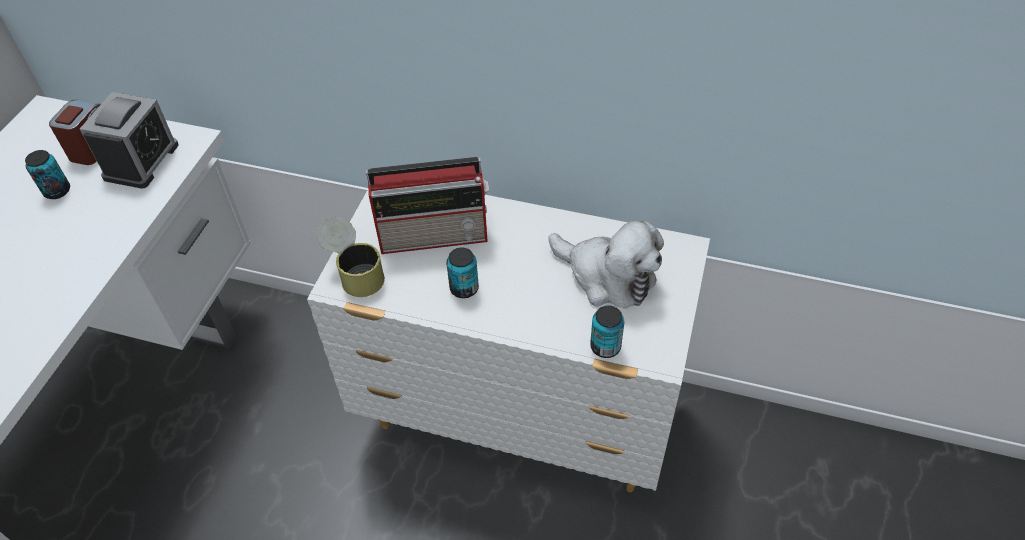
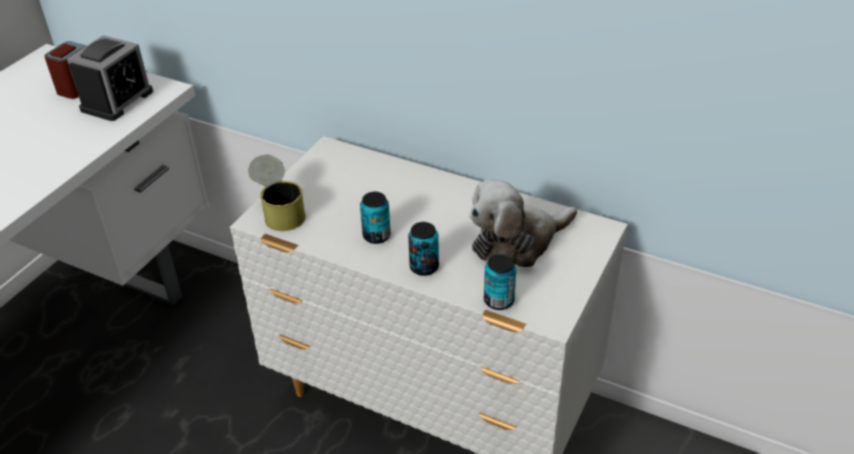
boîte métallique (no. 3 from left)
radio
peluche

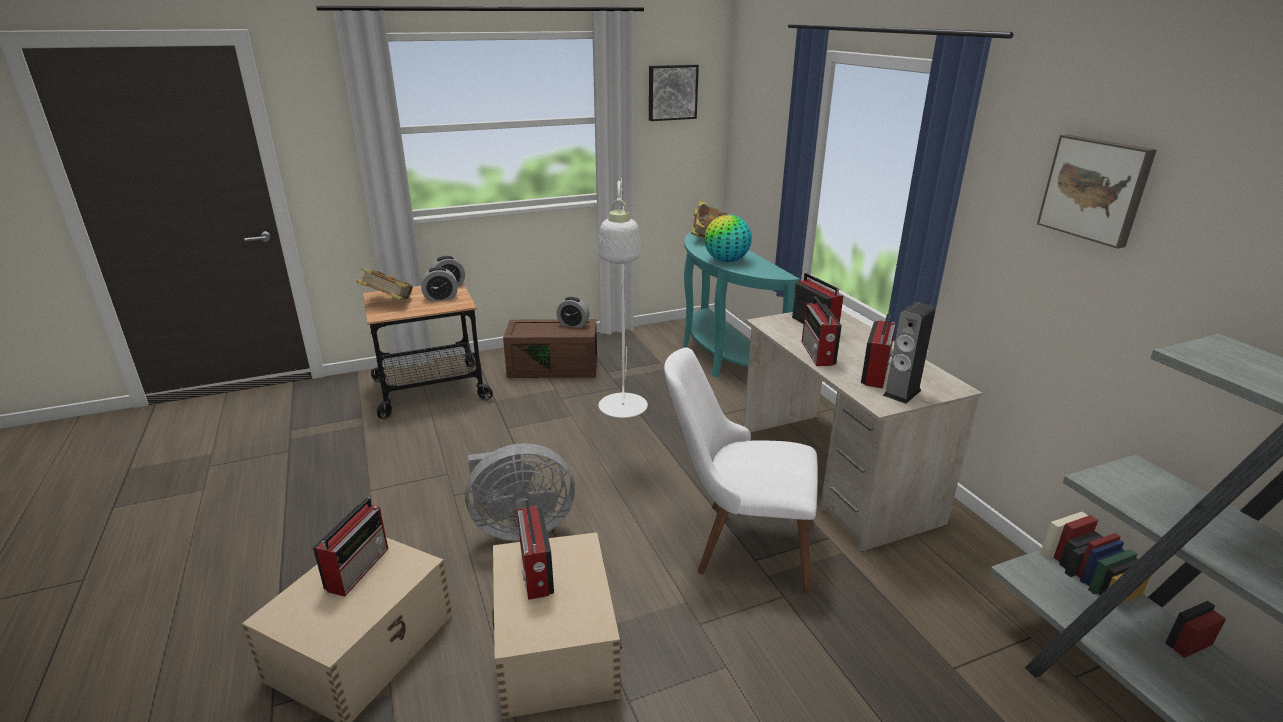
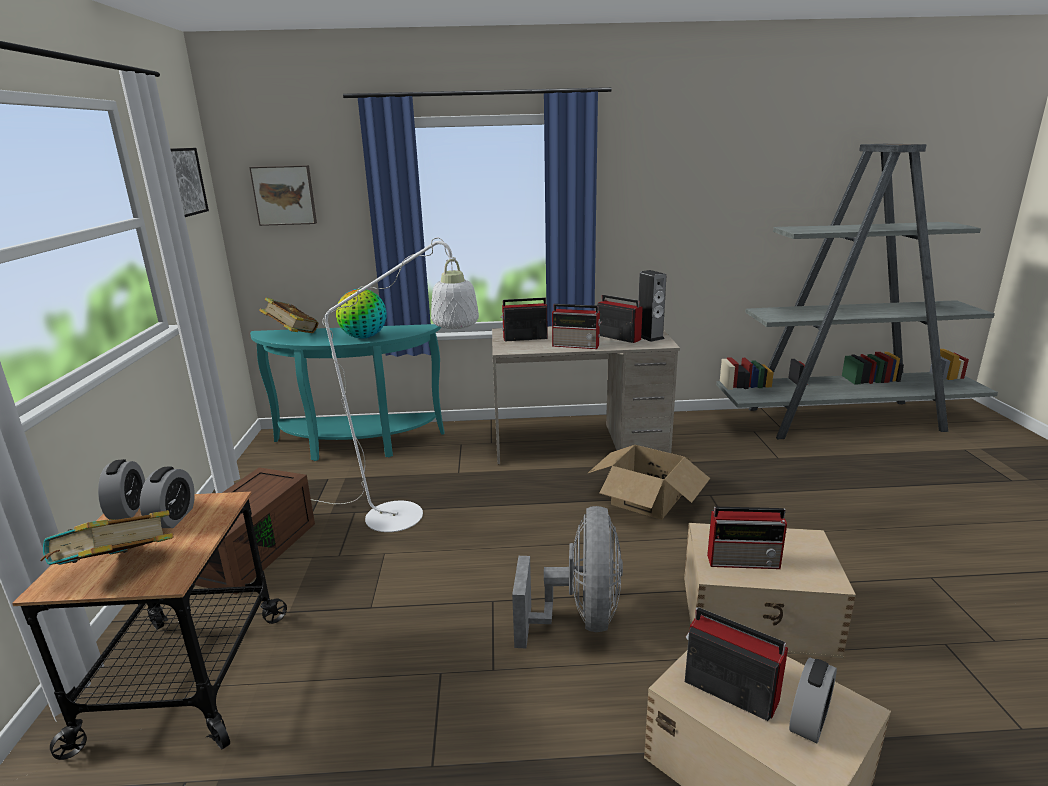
tableau (no. 2 from left)
réveil (no. 3 from left)
carton

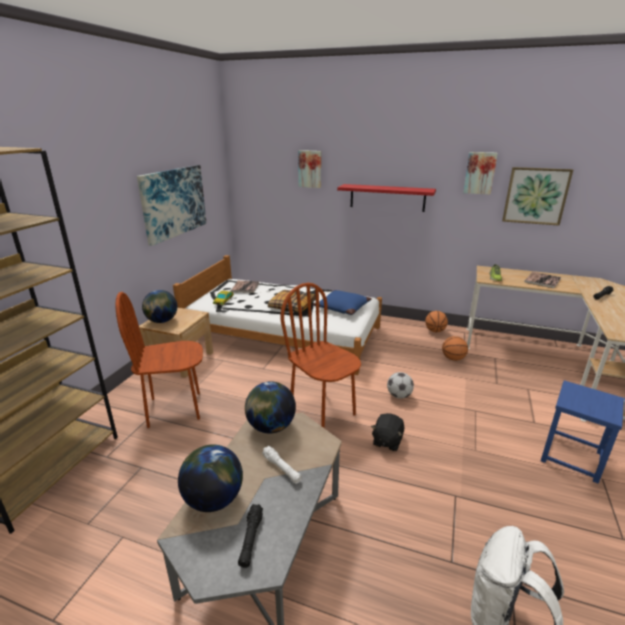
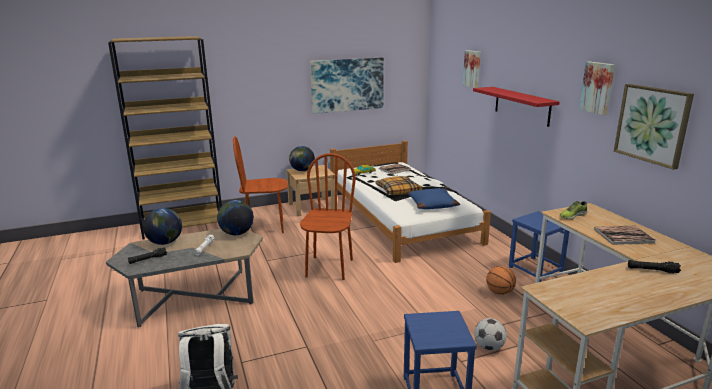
chaise (marron) (no. 1 from left)
tabouret (bleu) (no. 2 from left)
ballon de foot
peluche (noir)

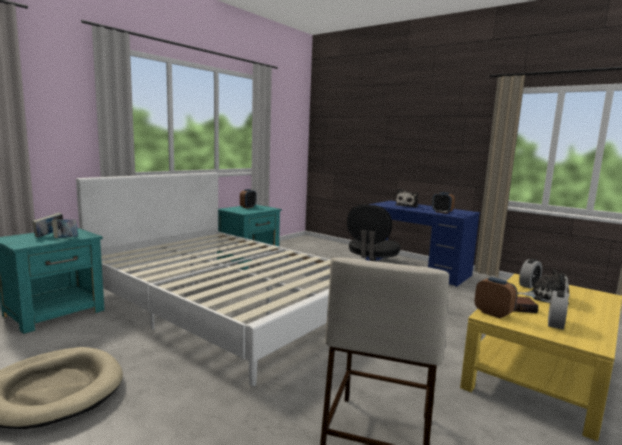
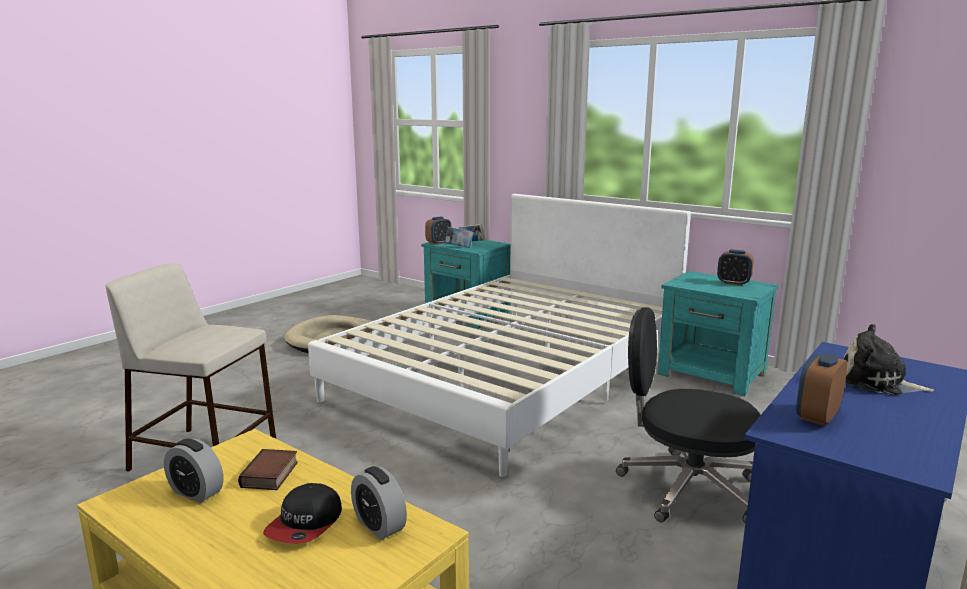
casquette
réveil (no. 3 from left)

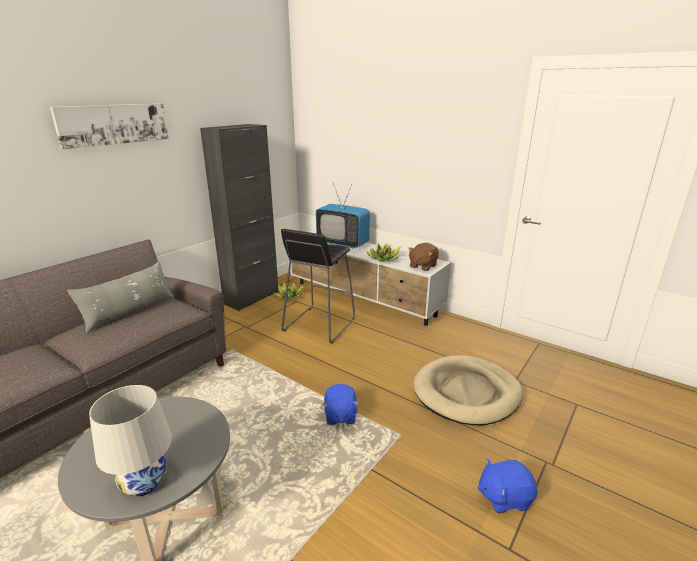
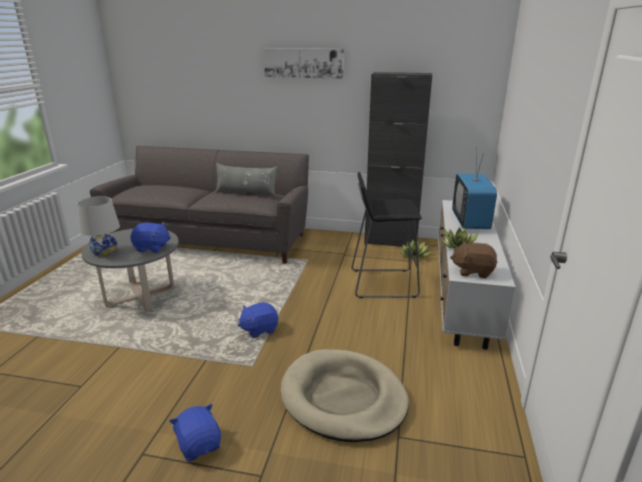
peluche (bleu) (no. 1 from left)

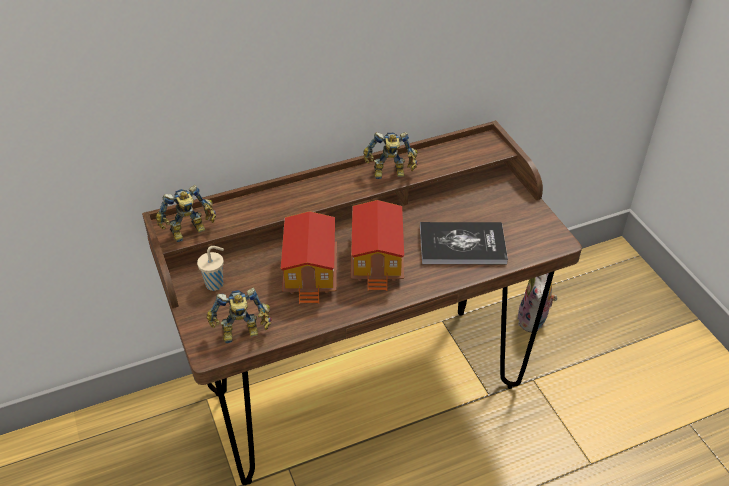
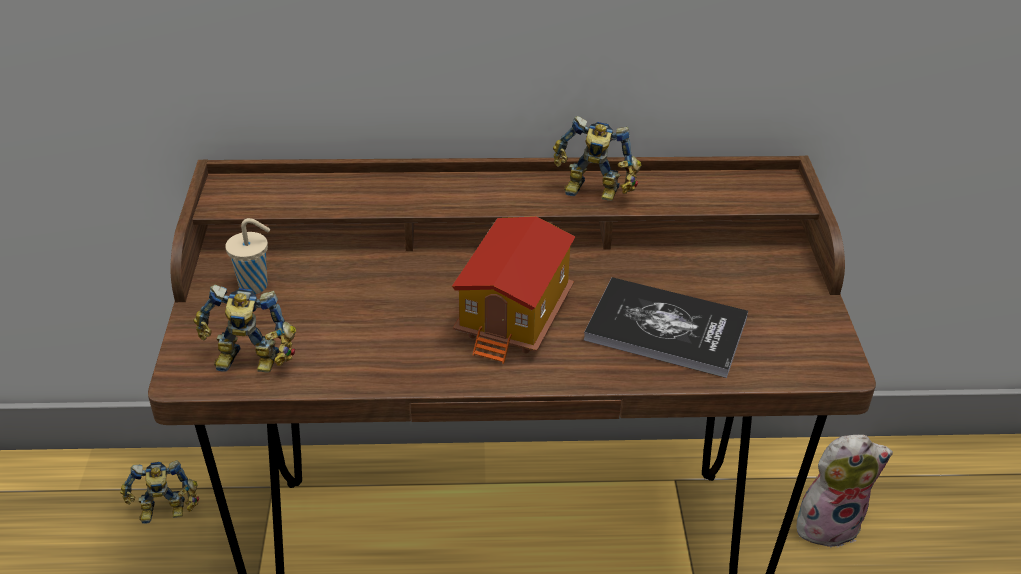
robot jouet (no. 1 from left)
maison miniature (no. 1 from left in the first image)
peluche

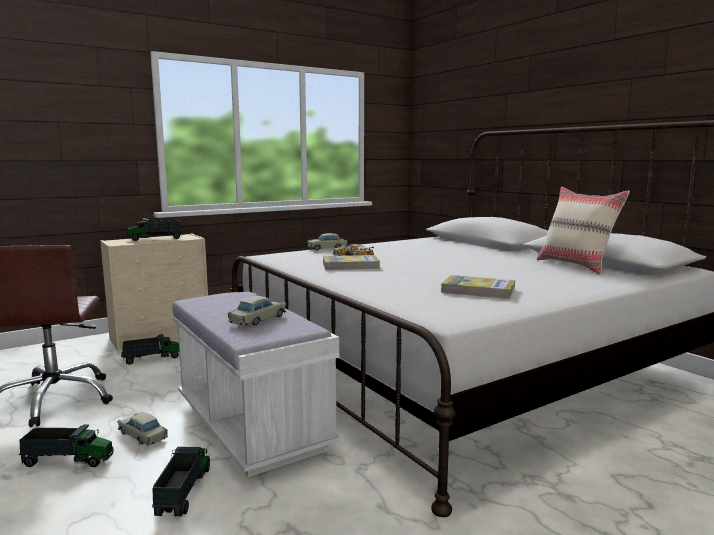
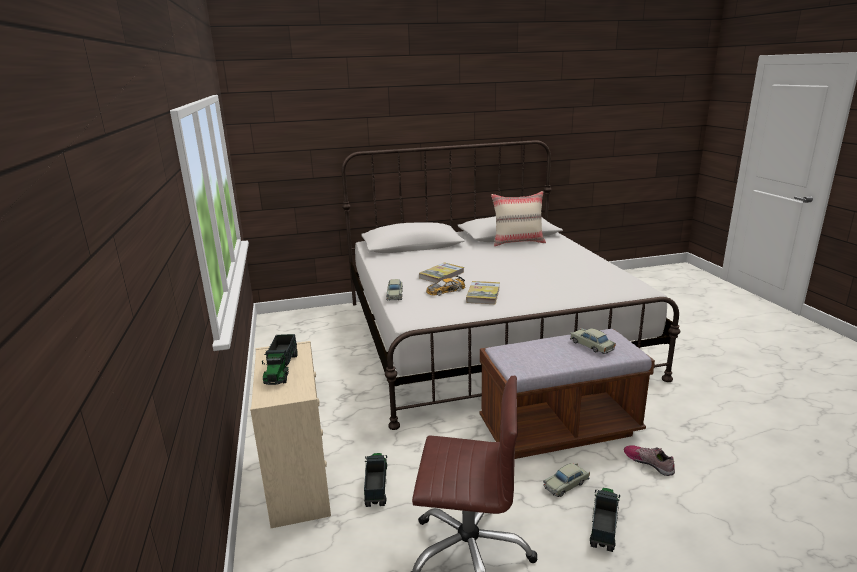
livre (no. 1 from left)
banc (marron)
chaussure

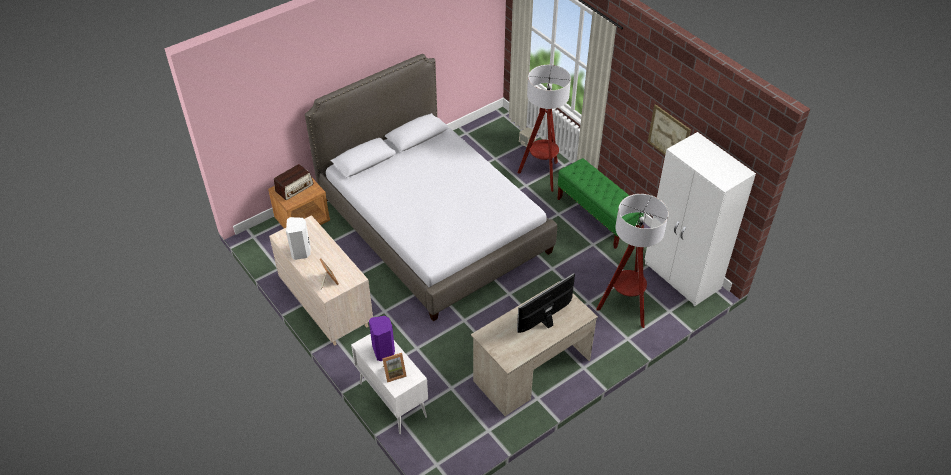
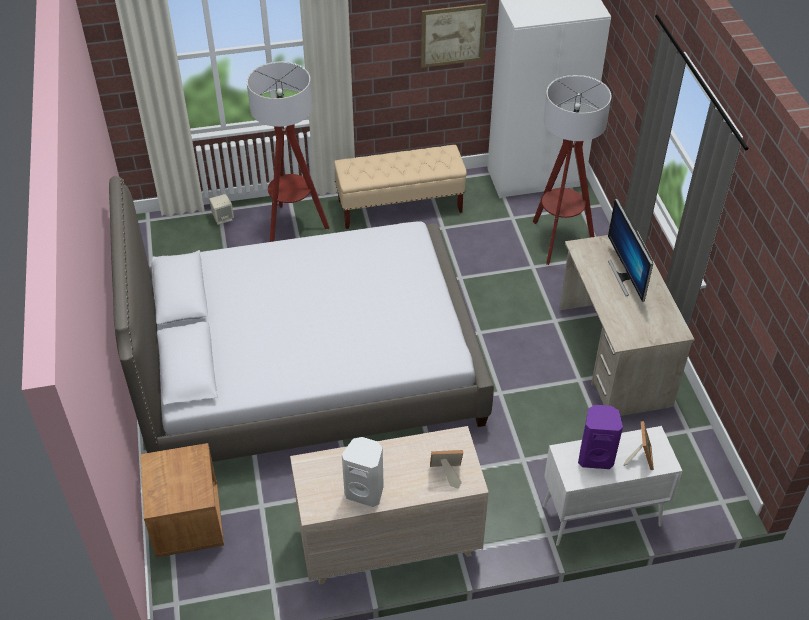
banc (beige)
radio

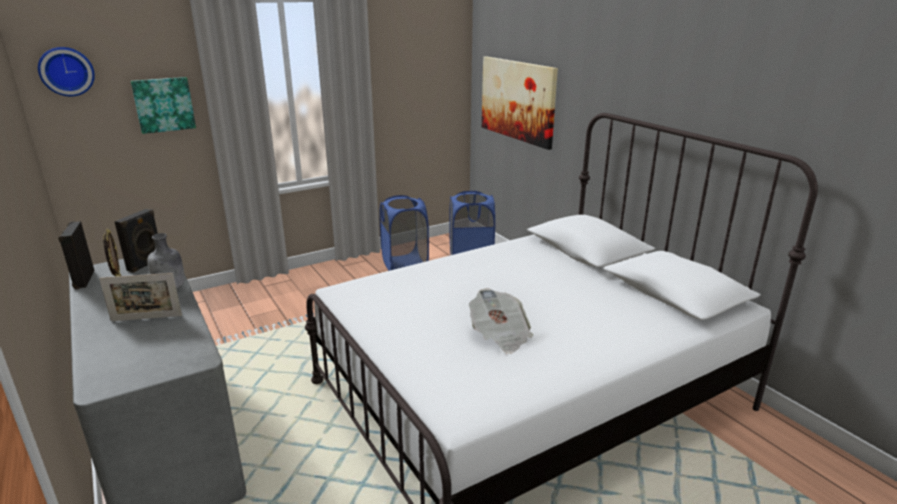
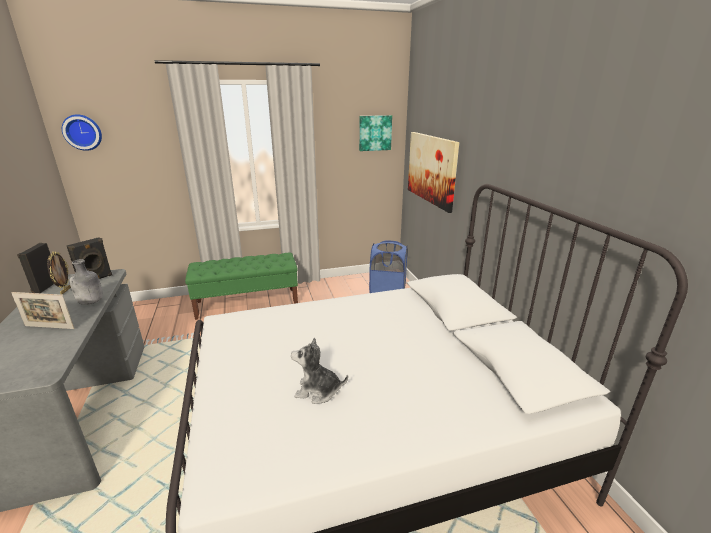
tableau (no. 1 from left)
panier à linge (bleu) (no. 1 from left in the first image)
peluche
banc (vert)

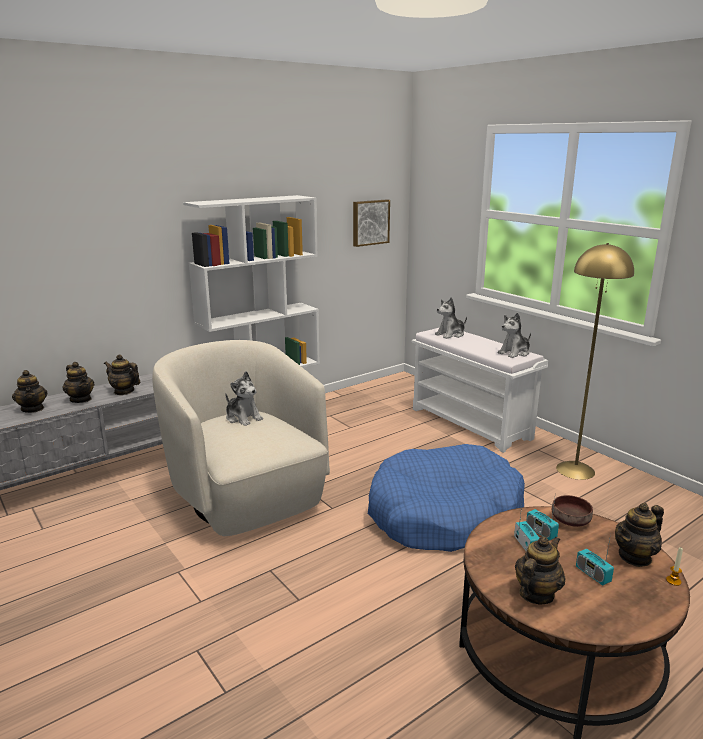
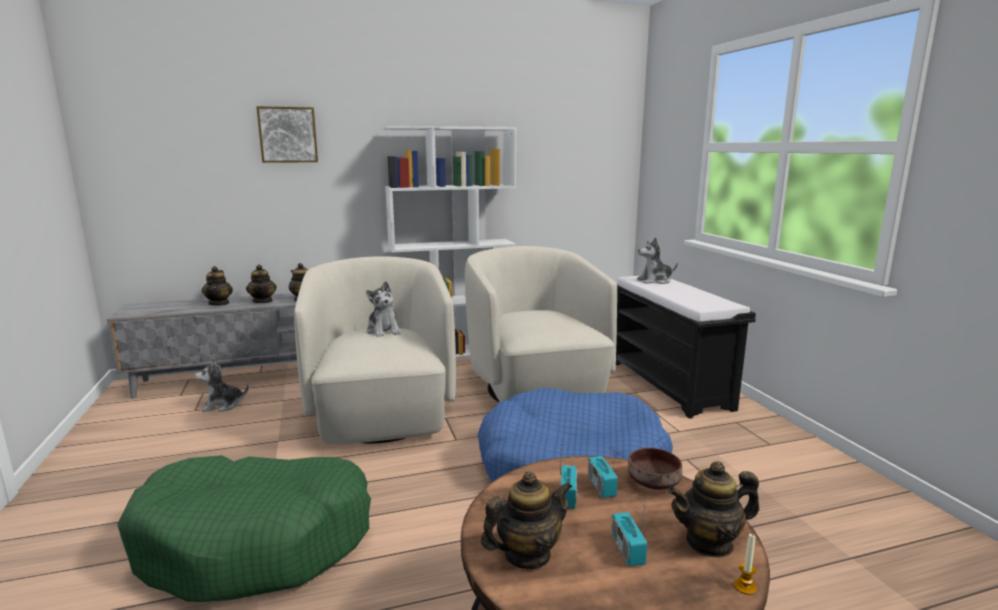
tableau
lampadaire (jaune)
peluche (no. 1 from left)
banc (noir)
fauteuil (beige) (no. 2 from left)
panier pour chien (vert)

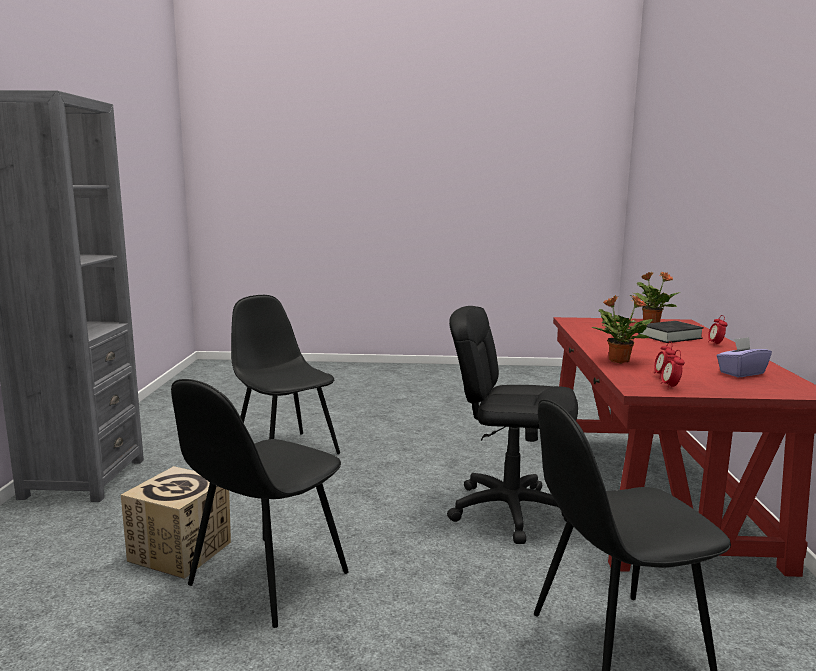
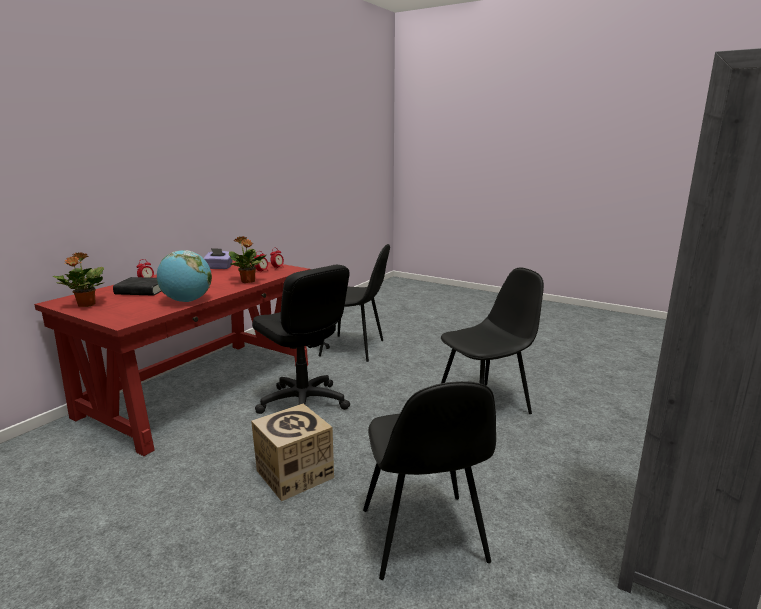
carton
globe

